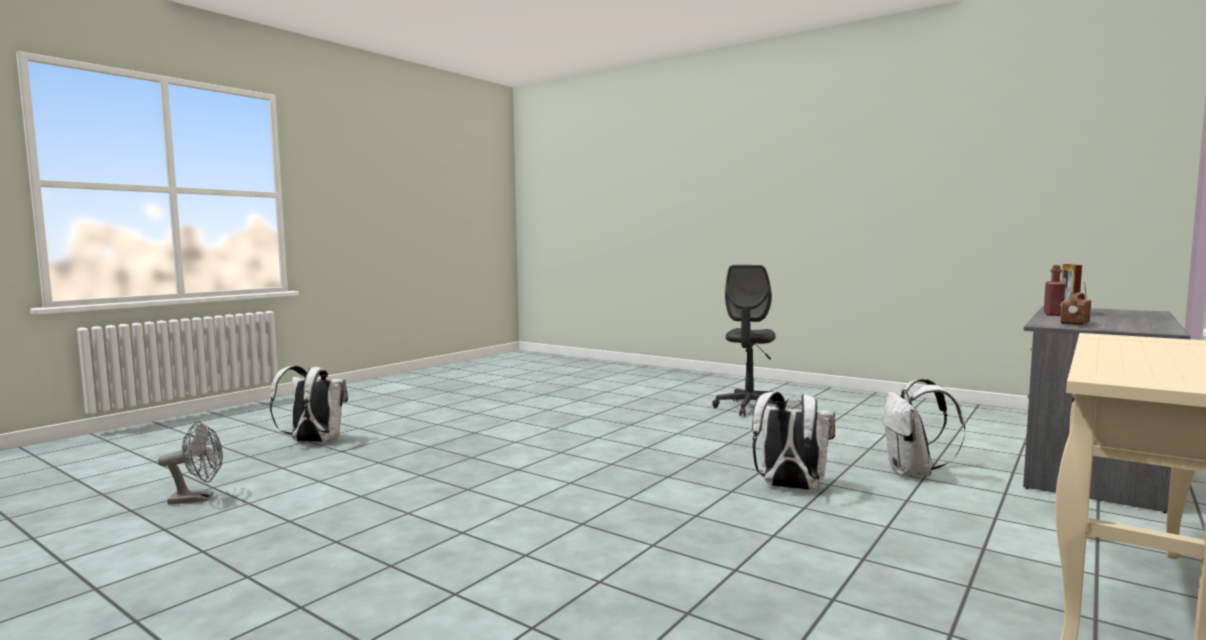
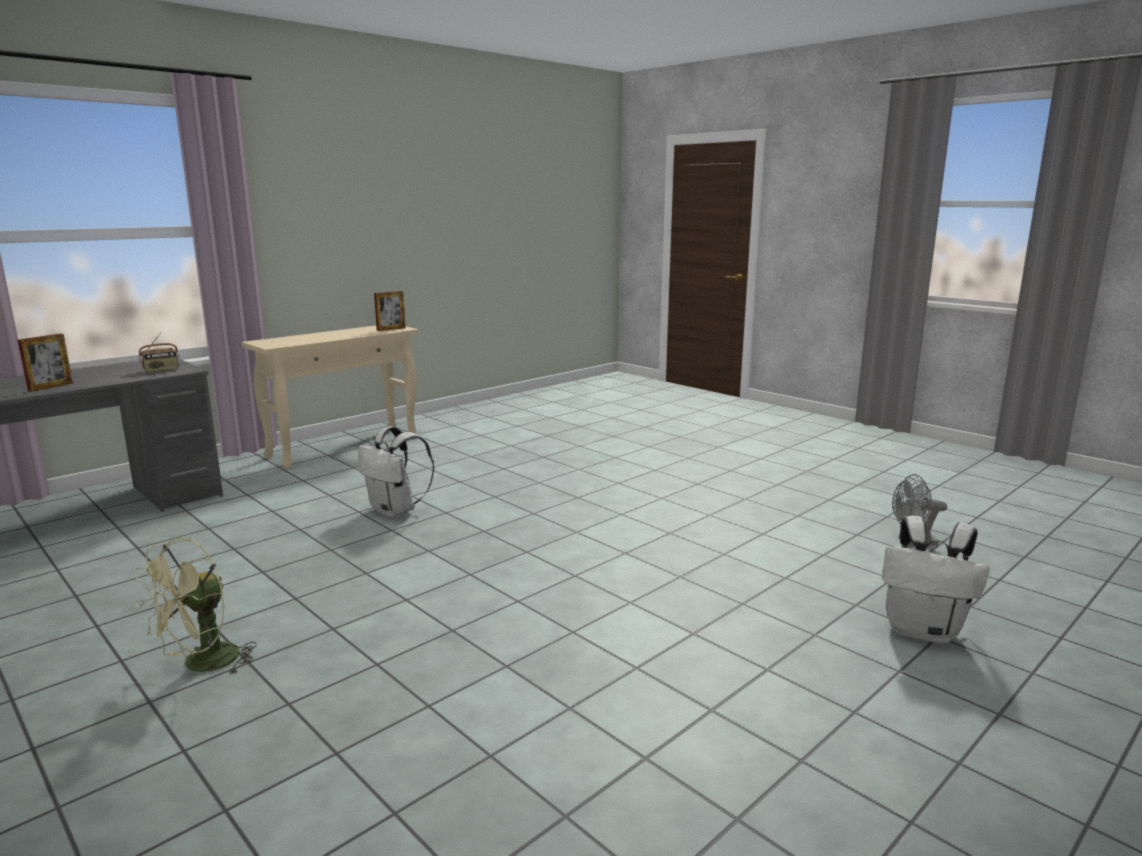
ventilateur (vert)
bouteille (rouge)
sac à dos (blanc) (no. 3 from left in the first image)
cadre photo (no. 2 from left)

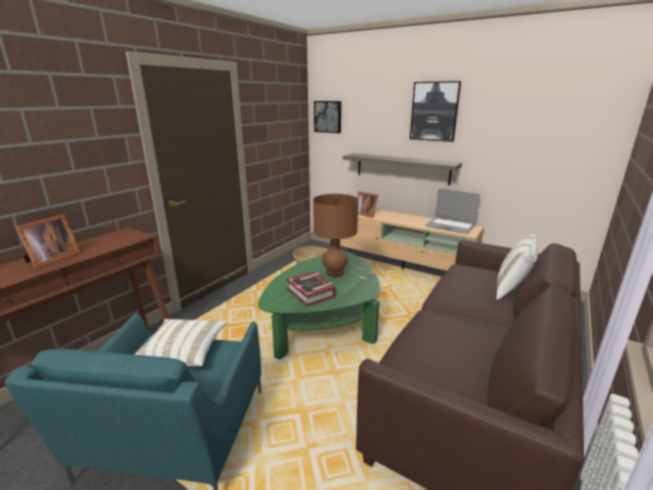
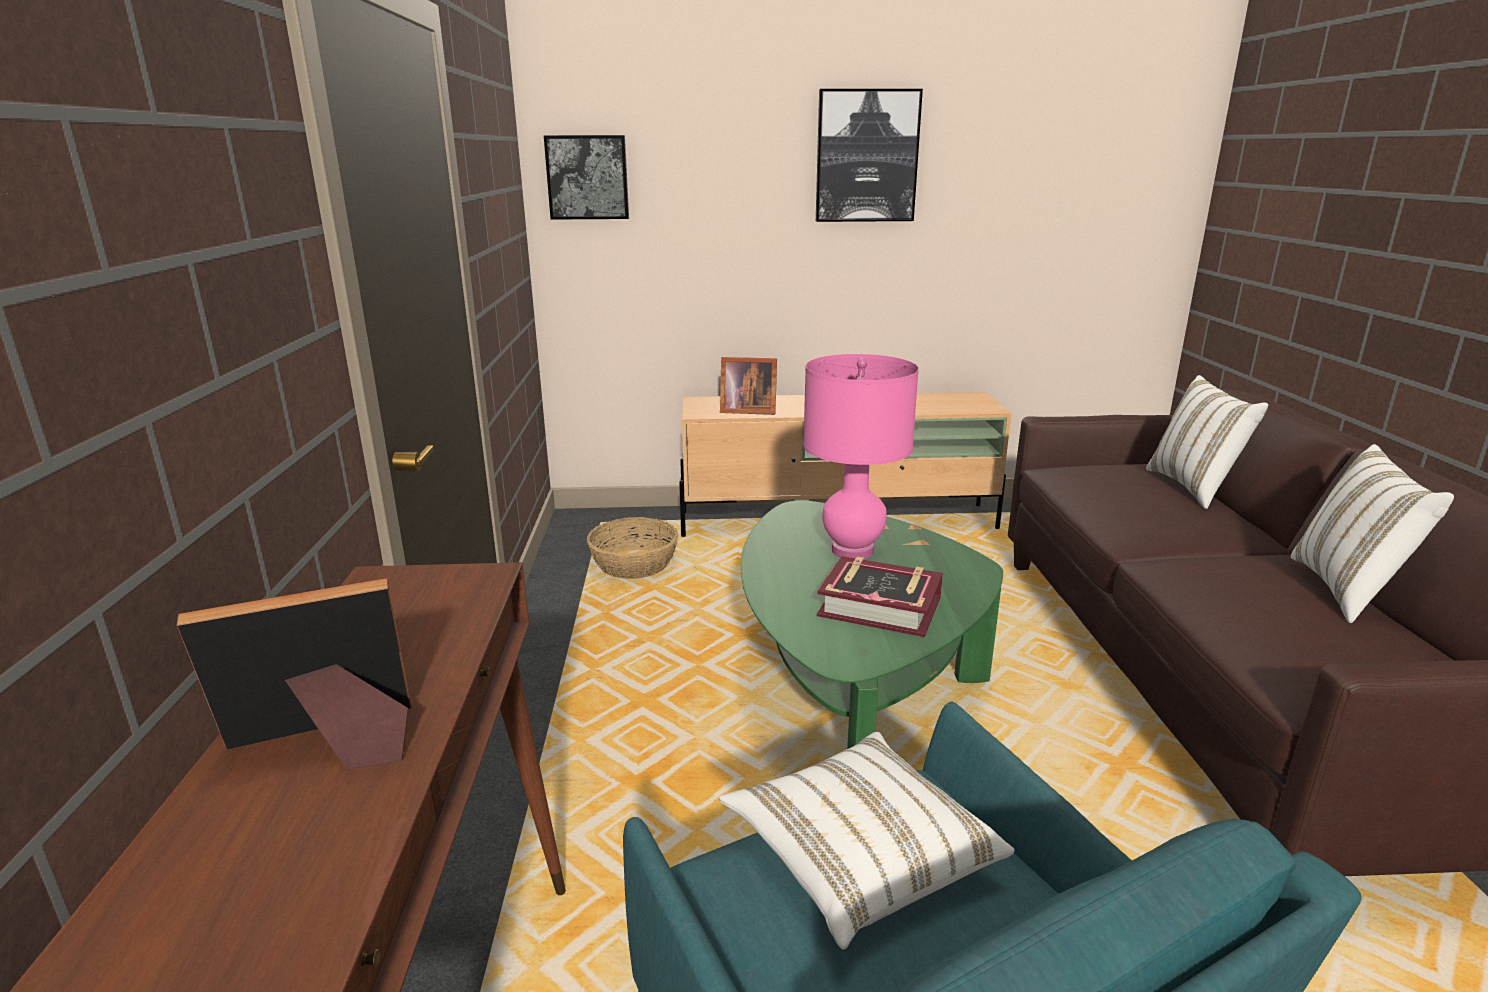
étagère
ordinateur portable
lampe de table (rose)
cadre photo (no. 1 from left)
coussin (blanc) (no. 3 from left)

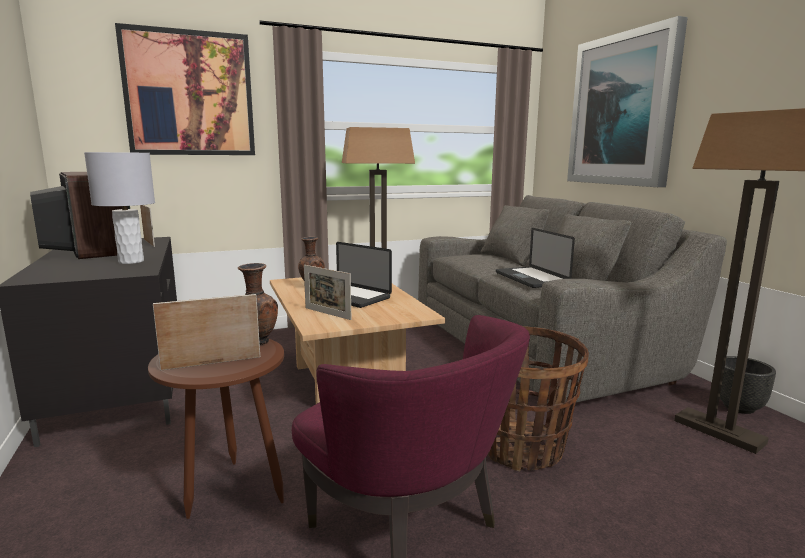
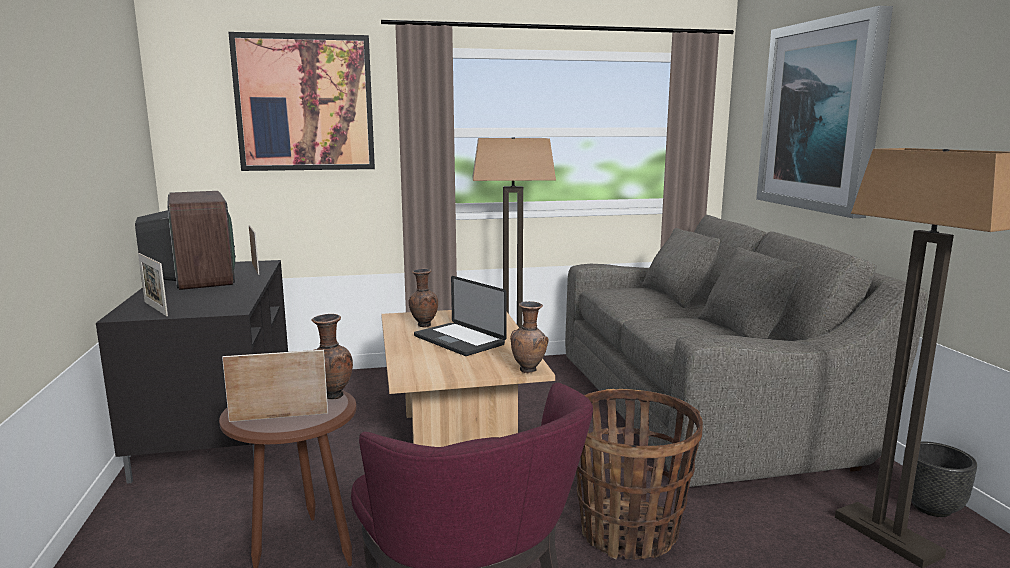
lampe de table (gris)
ordinateur portable (no. 2 from left in the first image)
cadre photo (no. 1 from left)
vase (marron) (no. 3 from left)

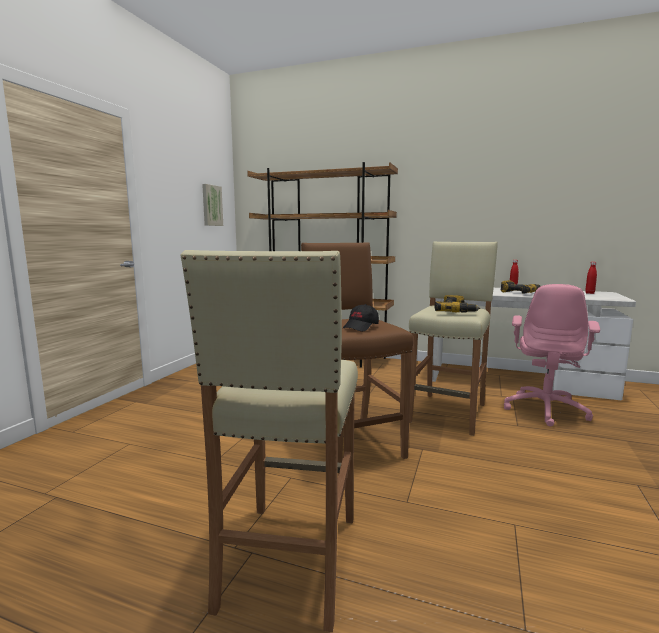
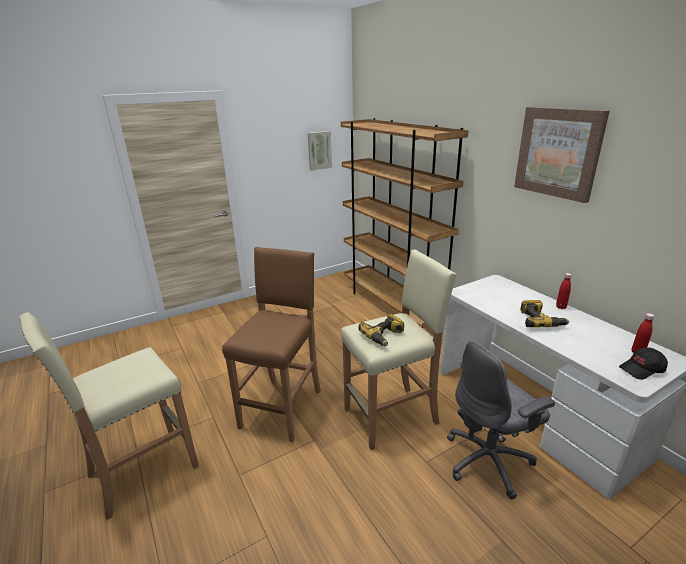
chaise de bureau (gris)
casquette (noir)
tableau (no. 2 from left)

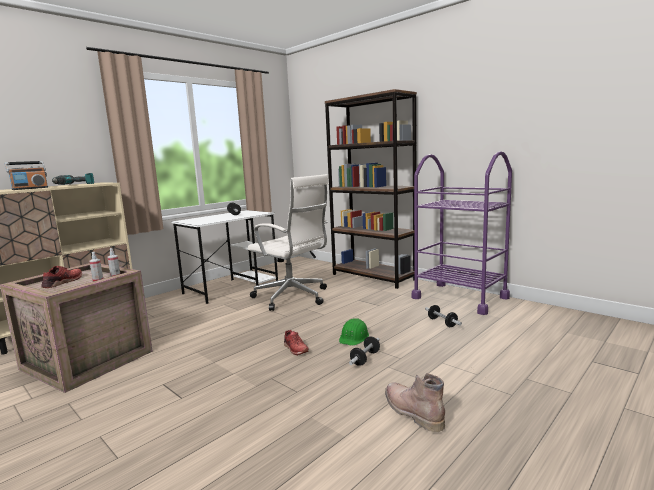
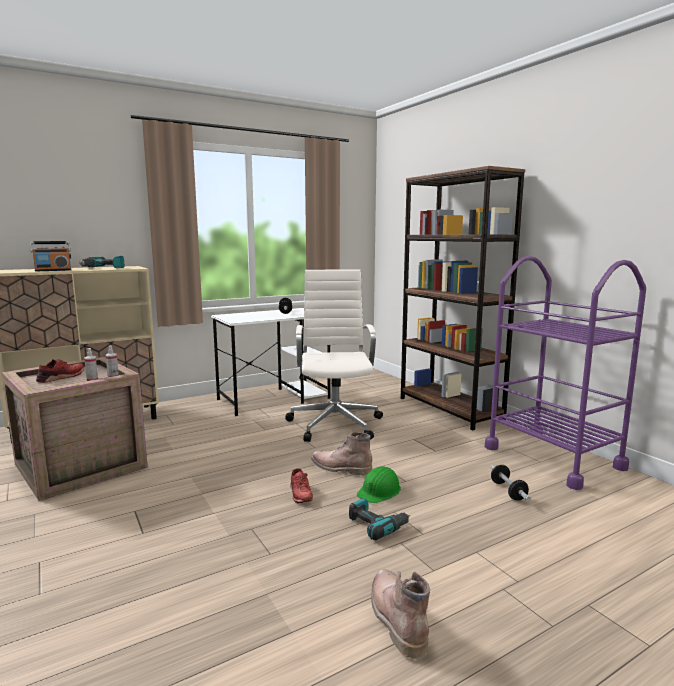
chaise de bureau (blanc)
perceuse (no. 2 from left)
botte (marron) (no. 1 from left)

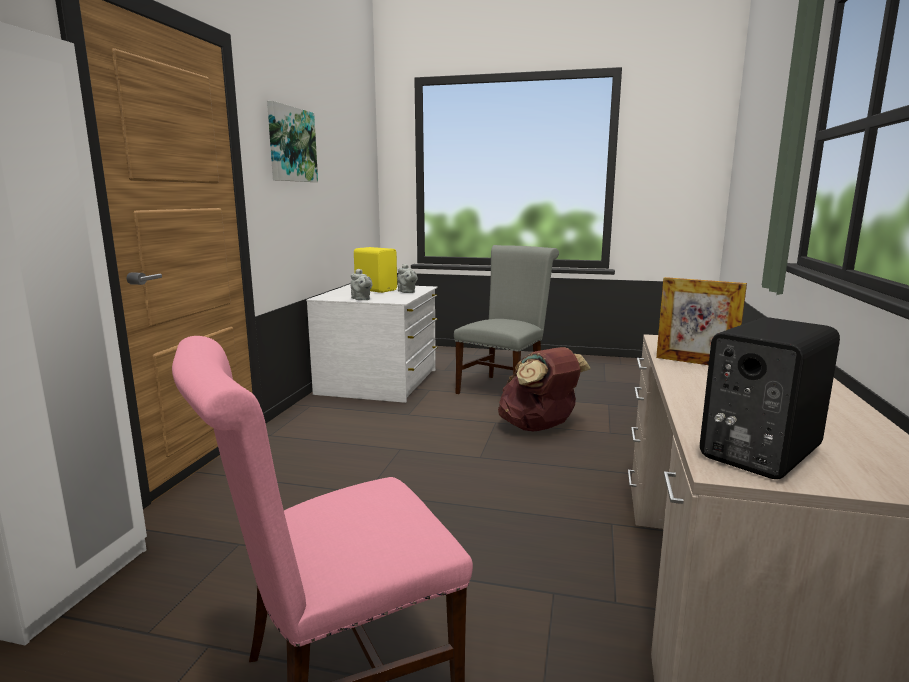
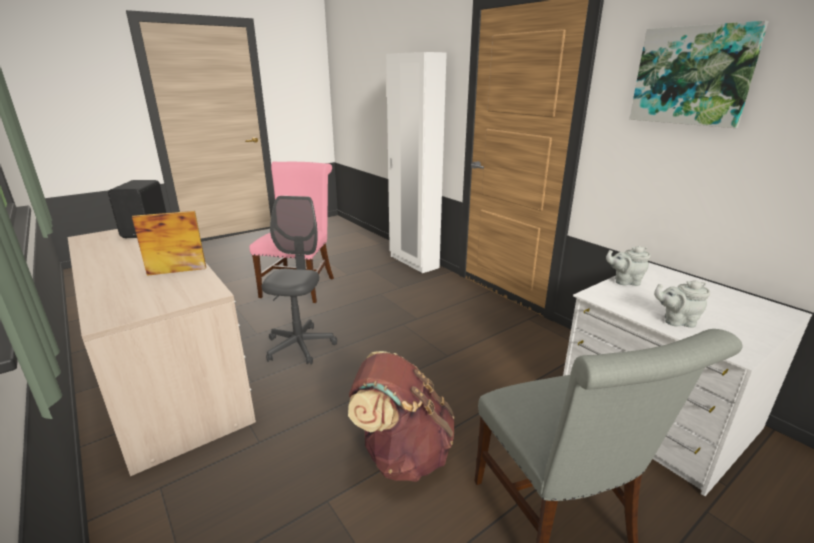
enceinte (jaune)
chaise de bureau (gris)

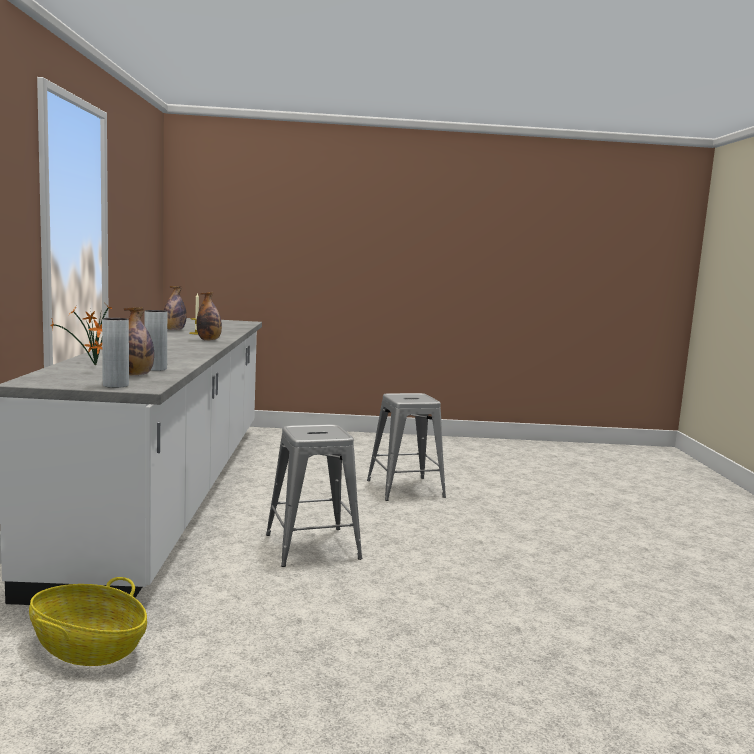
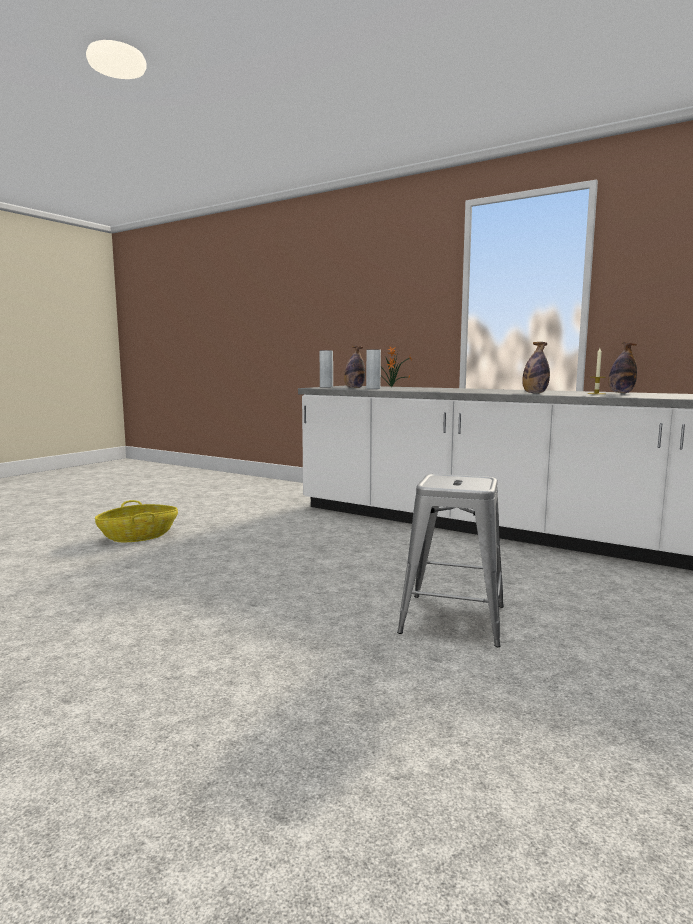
tabouret (gris) (no. 1 from left in the first image)
panier

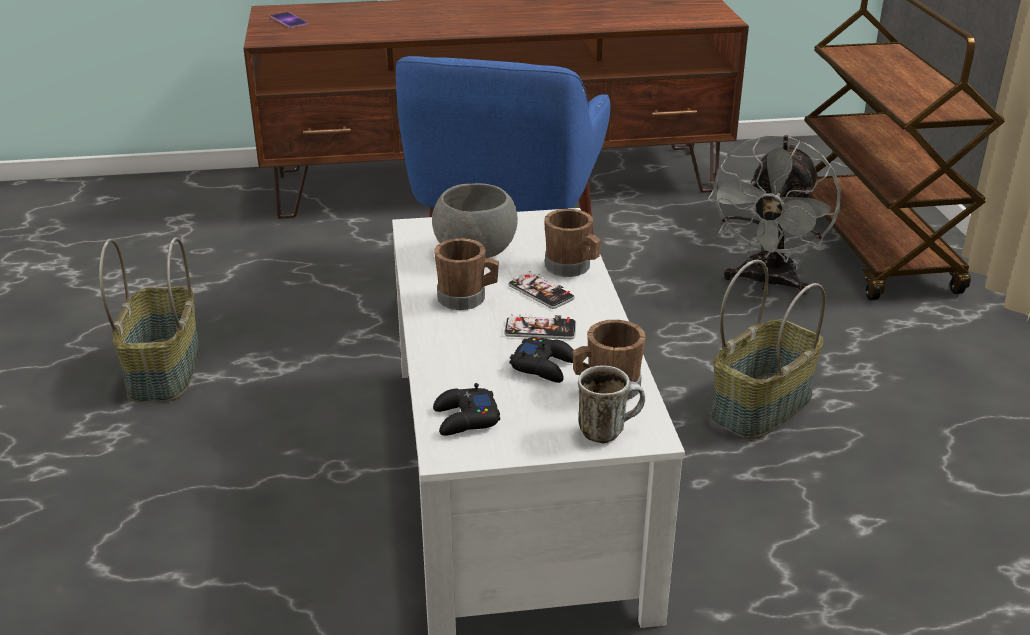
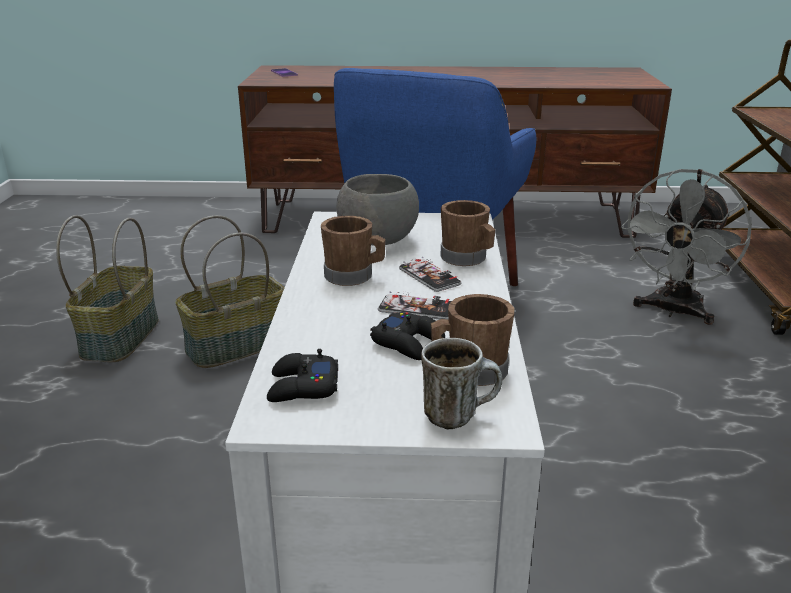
panier (no. 2 from left)

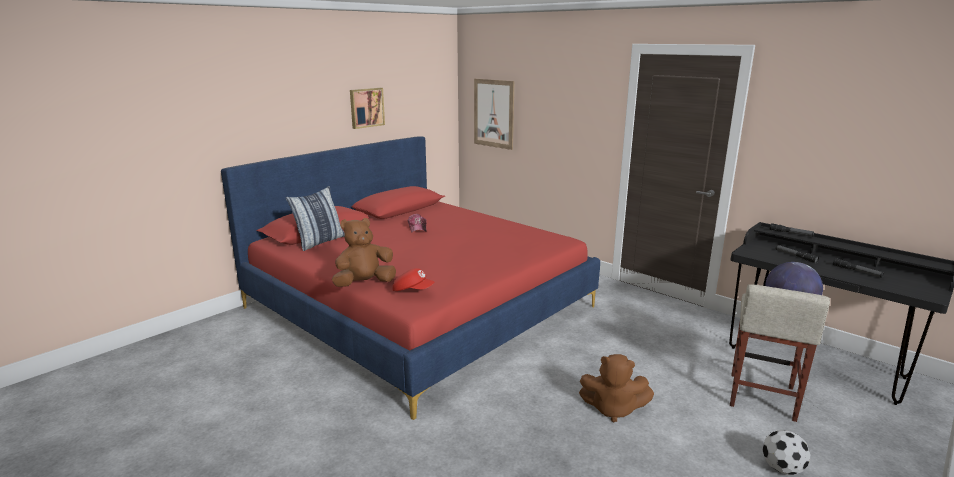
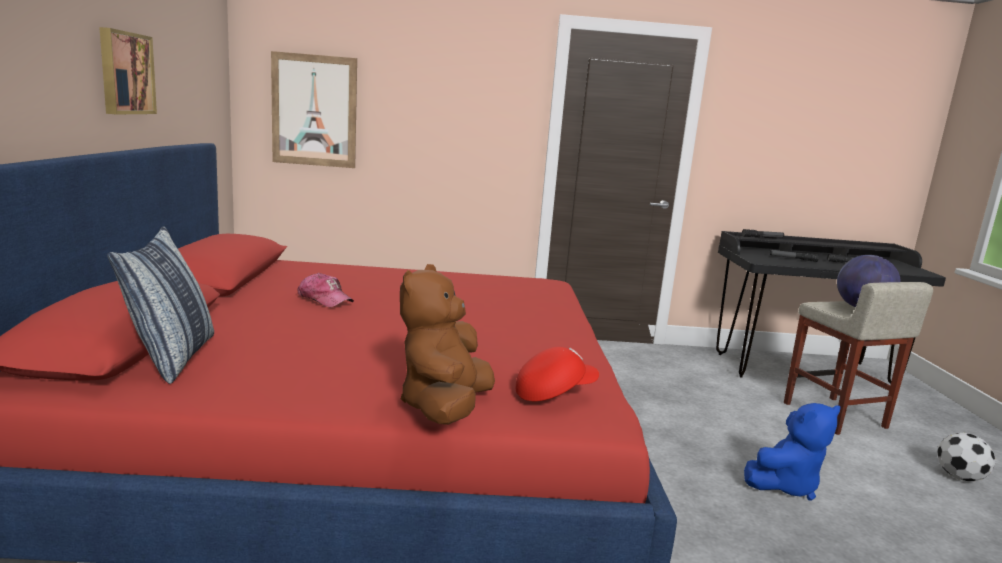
peluche (bleu)

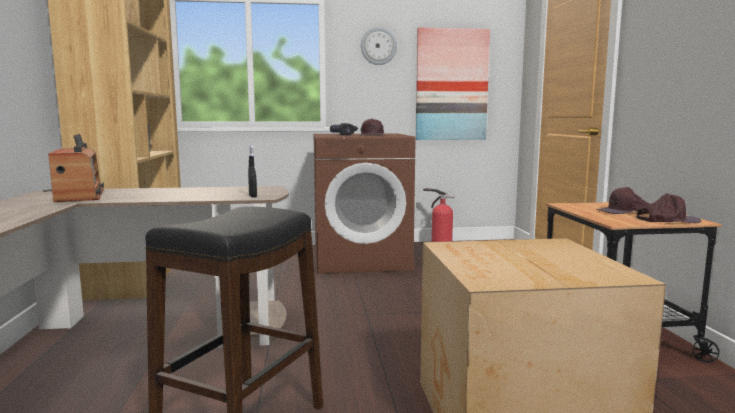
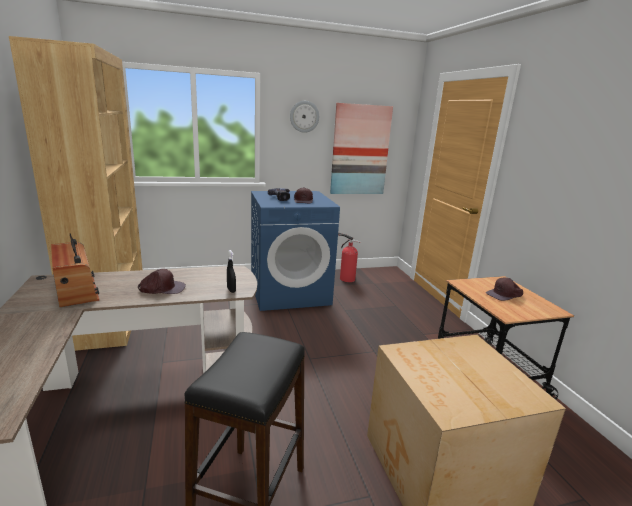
lave-linge (bleu)
casquette (marron) (no. 1 from left)

